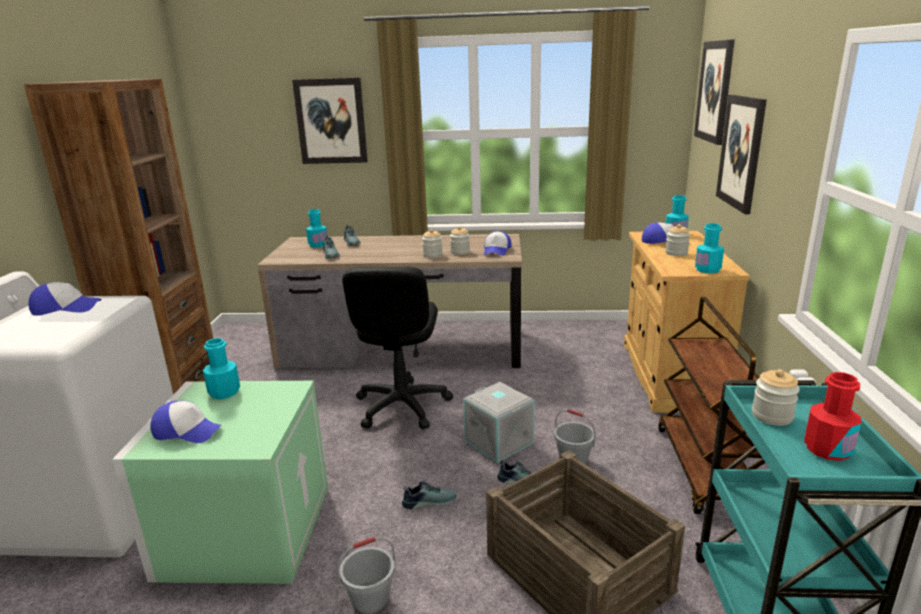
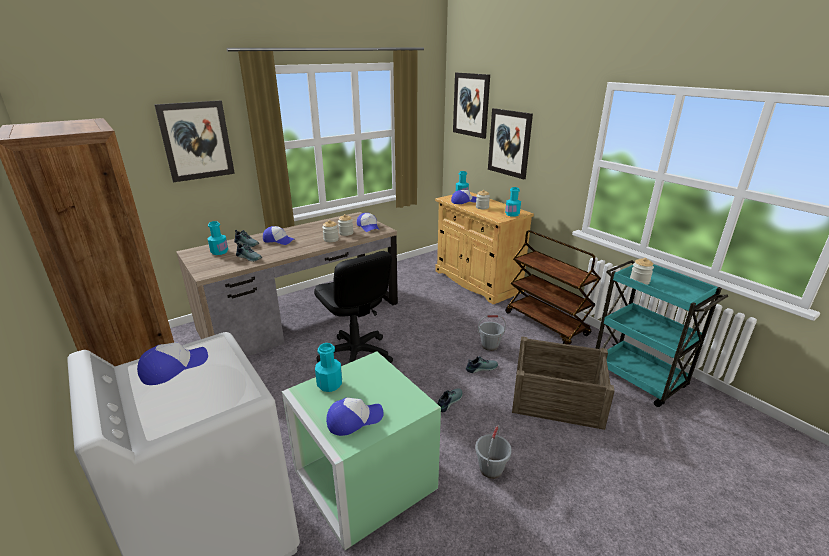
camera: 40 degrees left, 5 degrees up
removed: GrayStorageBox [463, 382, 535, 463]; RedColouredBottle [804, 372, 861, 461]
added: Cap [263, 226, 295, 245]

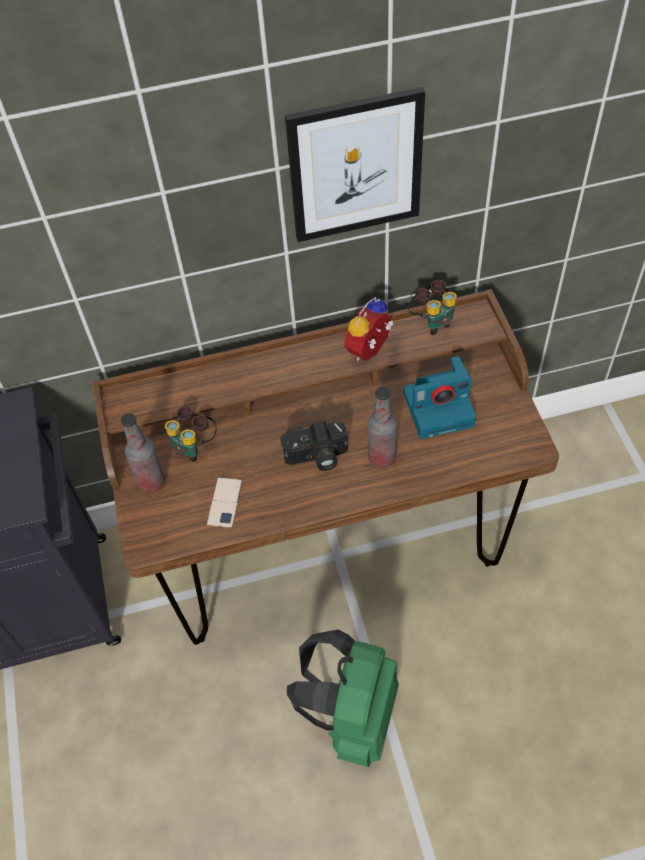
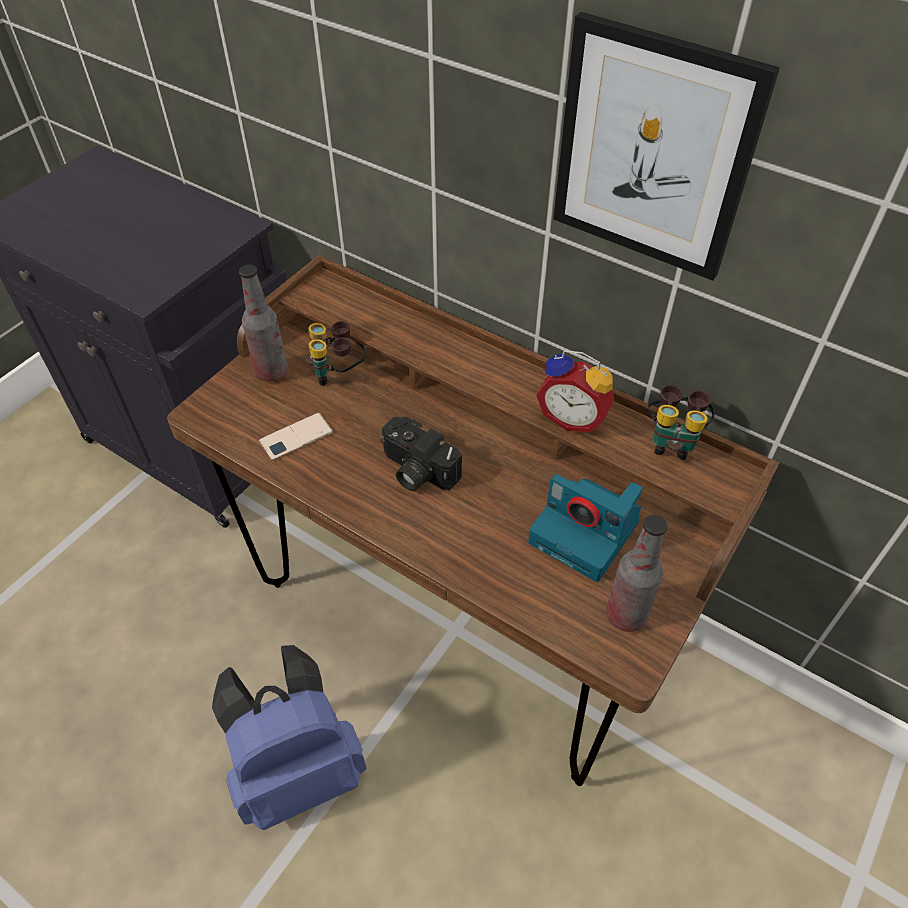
camera: 45 degrees right, 5 degrees down
moved: Bottle [368, 387, 397, 468] to [606, 515, 667, 632]
recoloured: GreenColouredKnapsack [287, 630, 399, 767] to BlueColouredKnapsack [212, 645, 366, 830]
turned: AlarmClock [344, 297, 394, 361] = [536, 350, 615, 432] 150 degrees counterclockwise

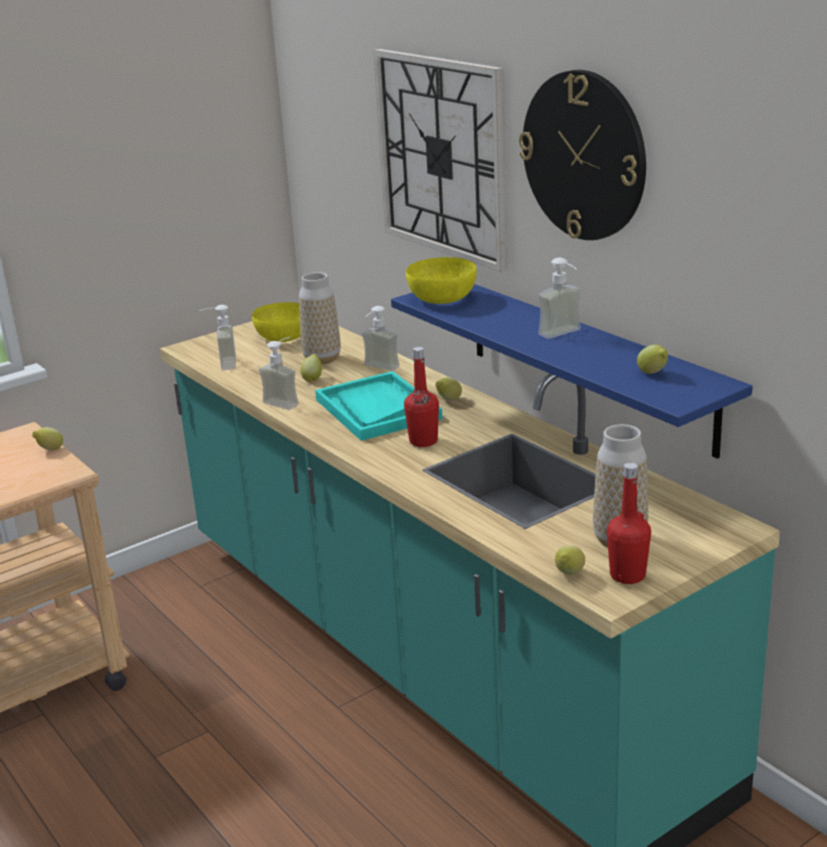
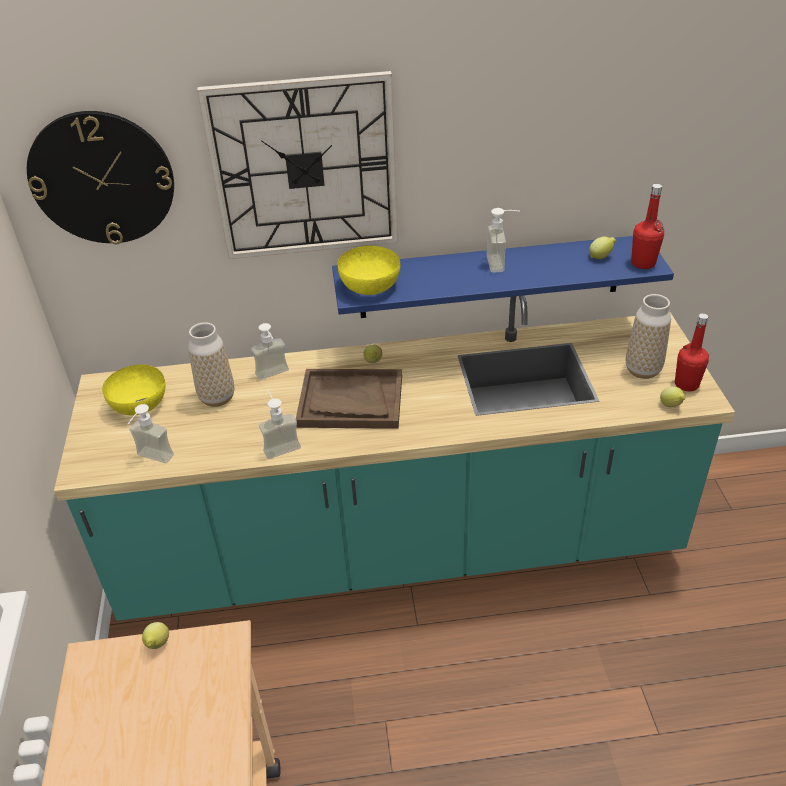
camera: 60 degrees left, 15 degrees up
removed: WholeLemon [300, 354, 322, 382]
moved: HangingClock [519, 70, 646, 240] to [27, 111, 174, 244]; RedColouredBottle [404, 347, 439, 447] to [631, 184, 664, 269]
recoloured: TurquoiseColouredCarryingTray [315, 371, 442, 441] to BrownishCarryingTray [296, 369, 402, 429]

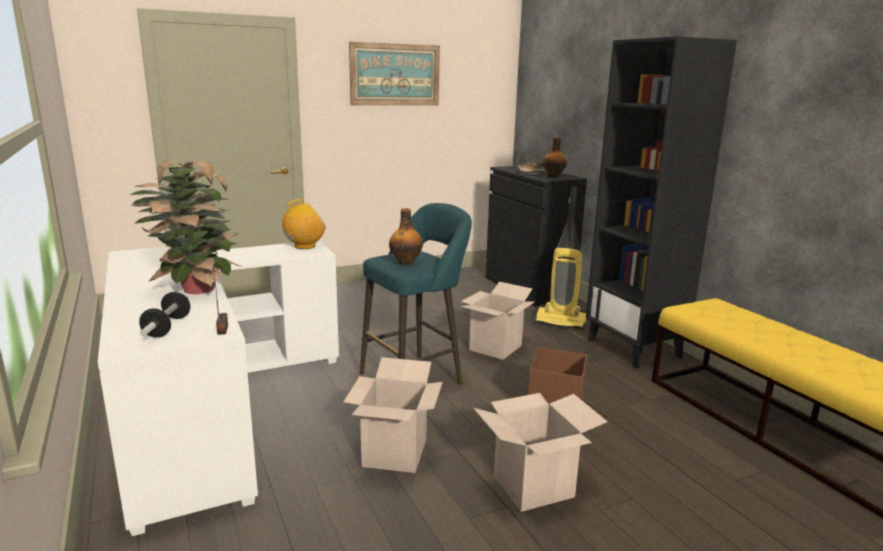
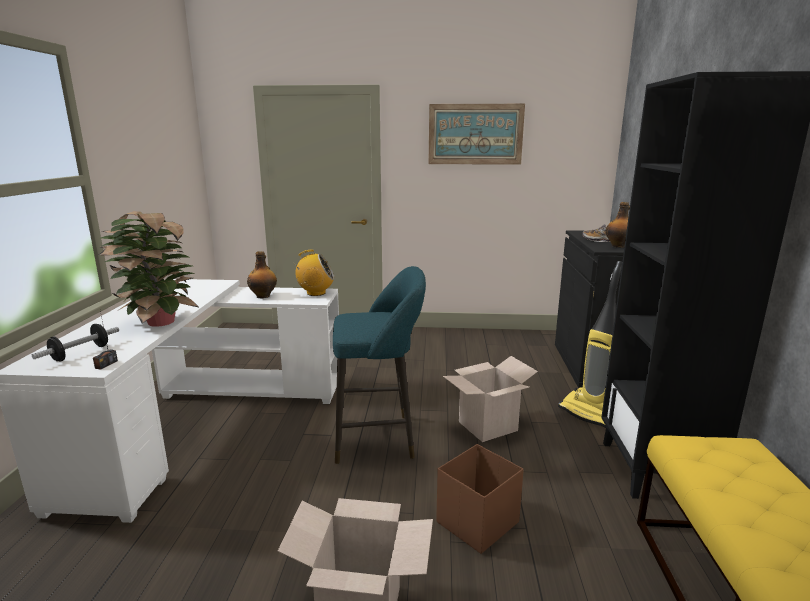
camera: 30 degrees right, 0 degrees up
removed: PackingBox [344, 357, 443, 473]
moved: Bottle [389, 208, 423, 265] to [247, 251, 277, 298]

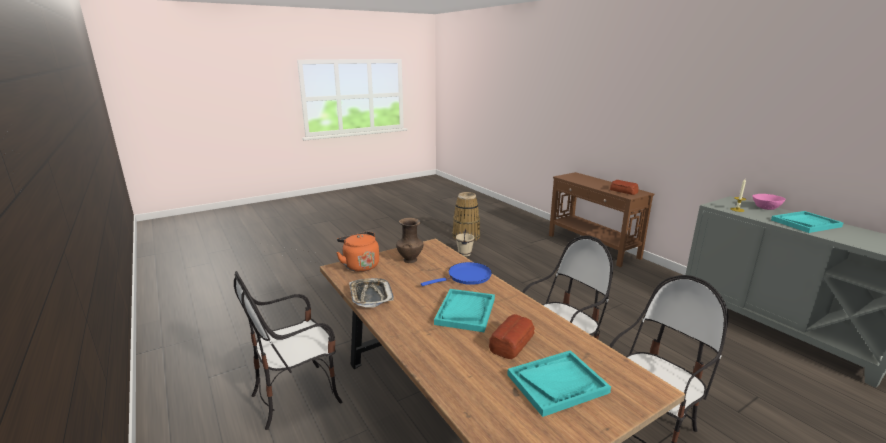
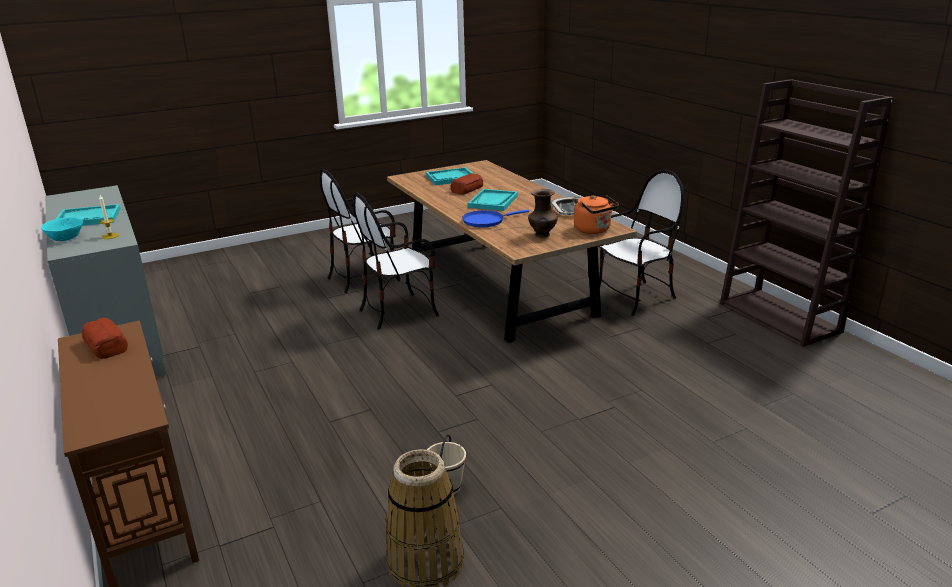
camera: 175 degrees left, 5 degrees up
added: BrownishShelvingUnit [720, 79, 894, 347]
recoloured: PinkColouredBowl [752, 194, 786, 210] to TurquoiseColouredBowl [41, 217, 83, 241]

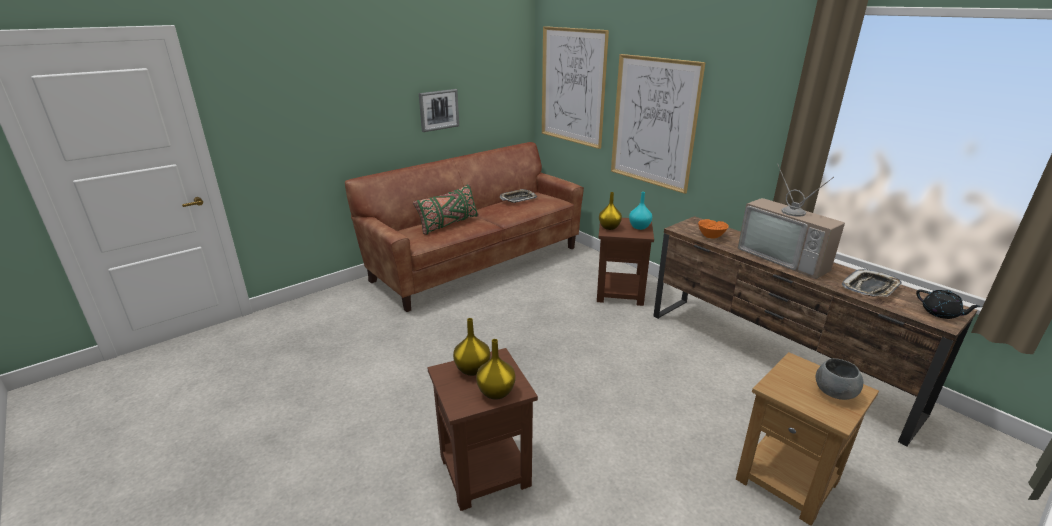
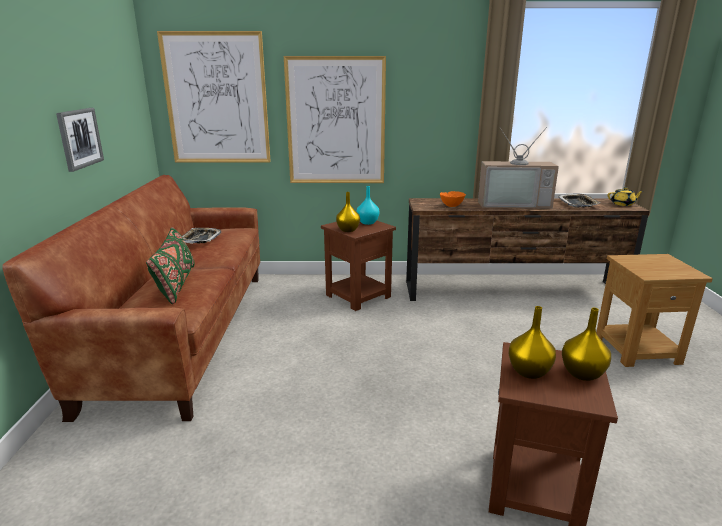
camera: 50 degrees left, 5 degrees down
removed: GrayBowl [816, 358, 863, 400]
recoloured: BlackColouredTeapot [916, 290, 981, 319] to YellowTeapot [608, 187, 643, 206]

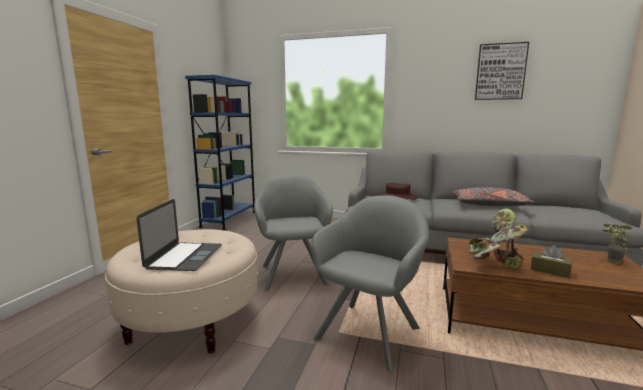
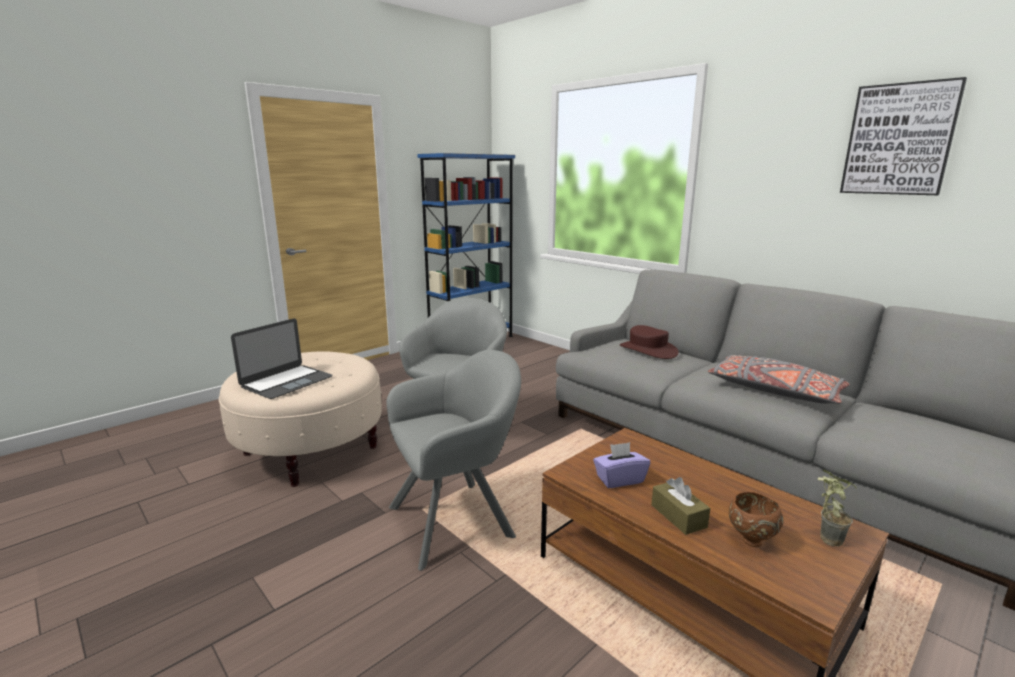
camera: 30 degrees right, 5 degrees up
added: BrownishBowl [729, 492, 783, 547]
replaced: Houseplant [469, 209, 529, 269] to PurpleColouredTissueHolder [593, 442, 650, 488]

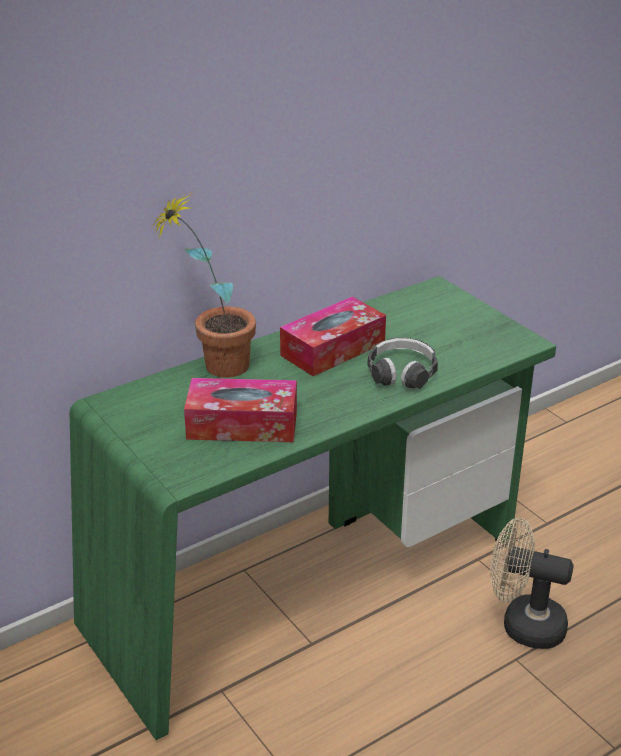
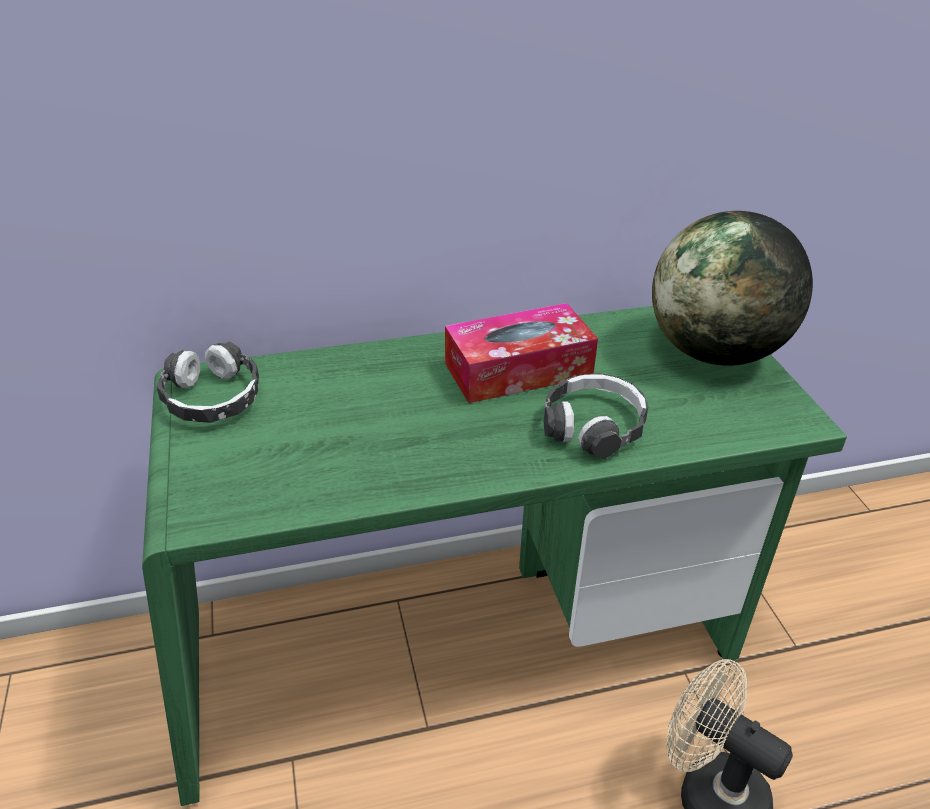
camera: 20 degrees right, 5 degrees up
removed: Houseplant [150, 194, 256, 378]; TissueHolder [184, 378, 297, 442]
added: Headset [156, 342, 259, 423]; WorldGlobe [652, 211, 813, 366]

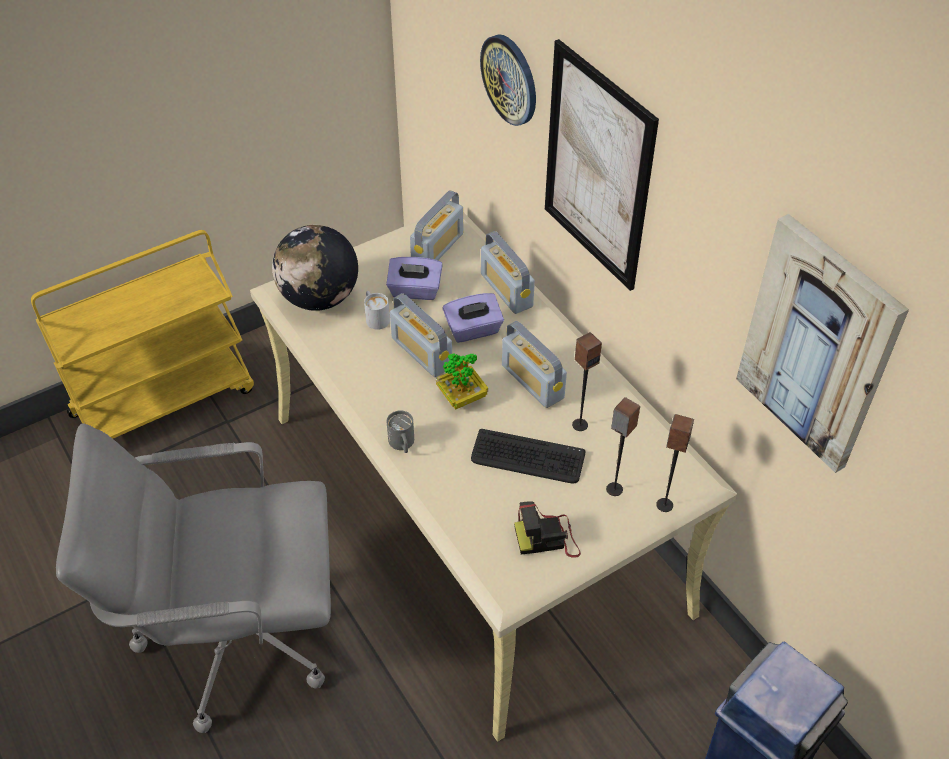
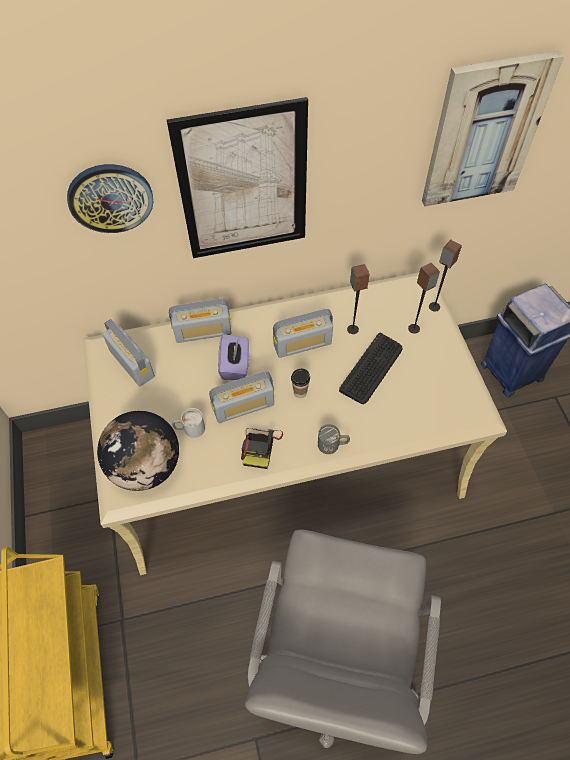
camera: 70 degrees left, 10 degrees up
removed: PurpleColouredTissueHolder [386, 257, 443, 300]
moved: PhotoCamera [514, 501, 581, 558] to [241, 428, 283, 469]
replaced: Houseplant [436, 353, 488, 410] to DrinkingCup [291, 369, 310, 398]

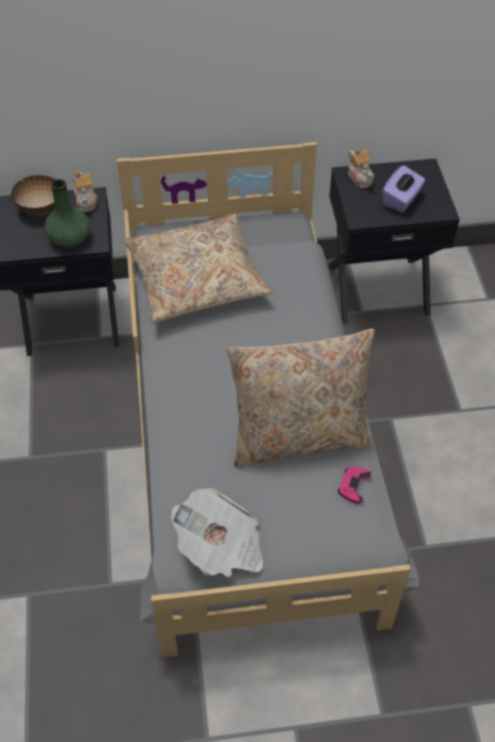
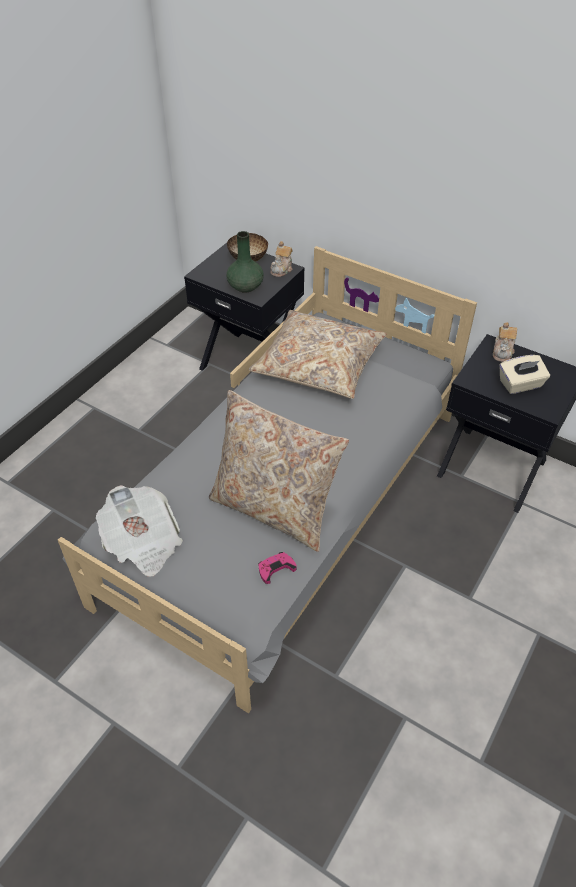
camera: 40 degrees right, 5 degrees down
recoloured: PurpleColouredTissueHolder [382, 165, 425, 213] to BeigeTissueHolder [500, 355, 550, 394]

